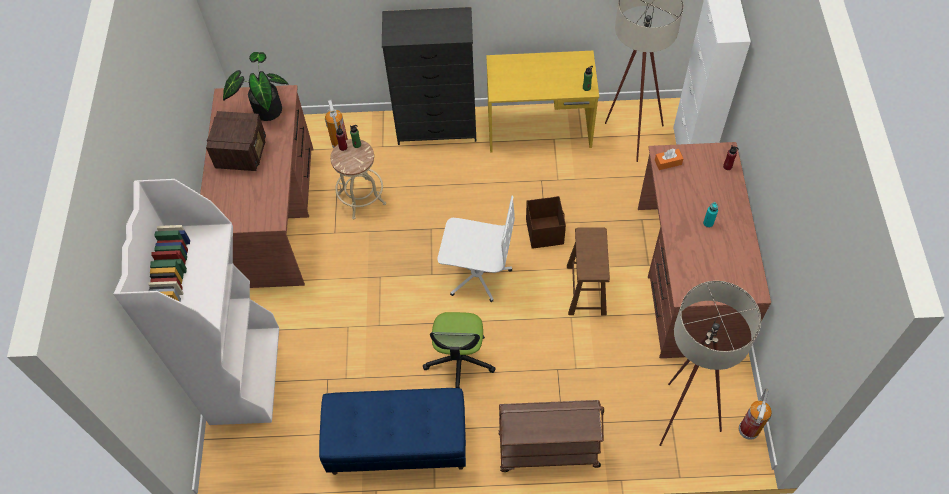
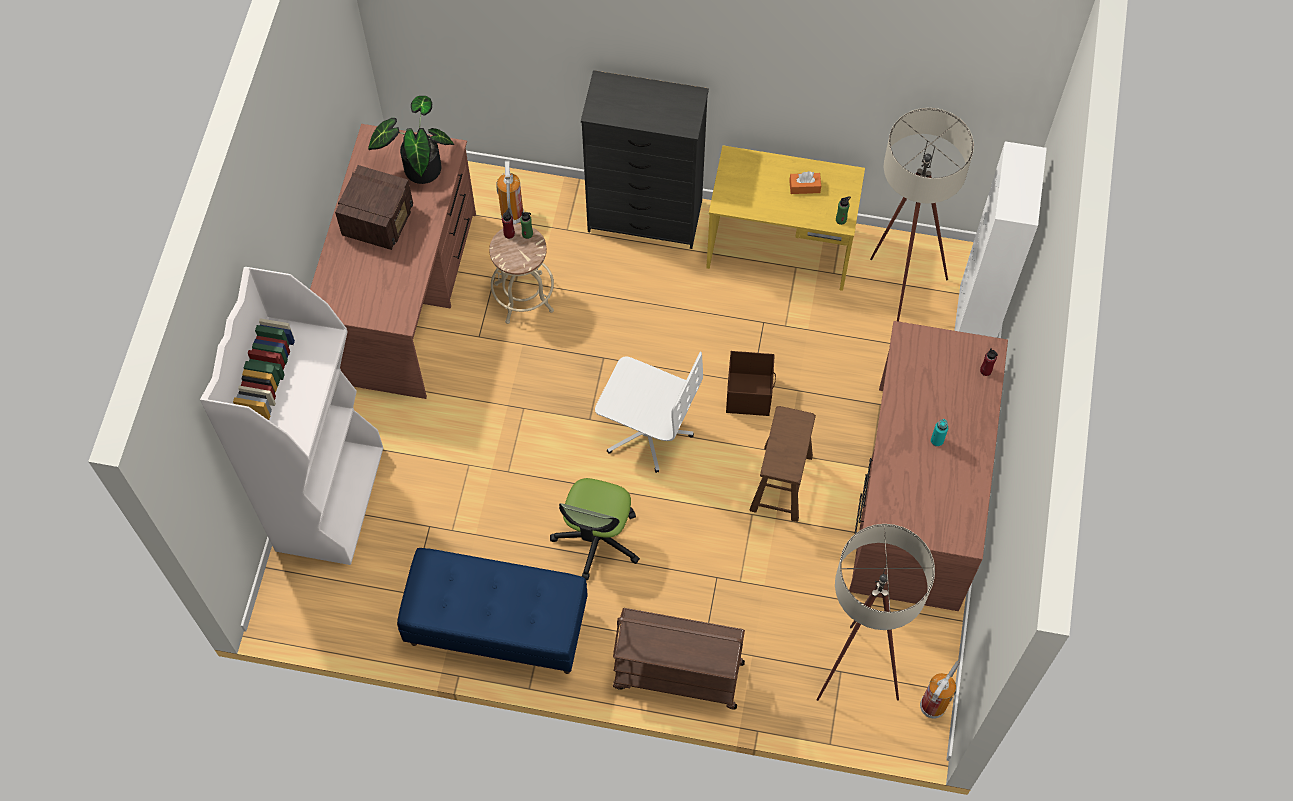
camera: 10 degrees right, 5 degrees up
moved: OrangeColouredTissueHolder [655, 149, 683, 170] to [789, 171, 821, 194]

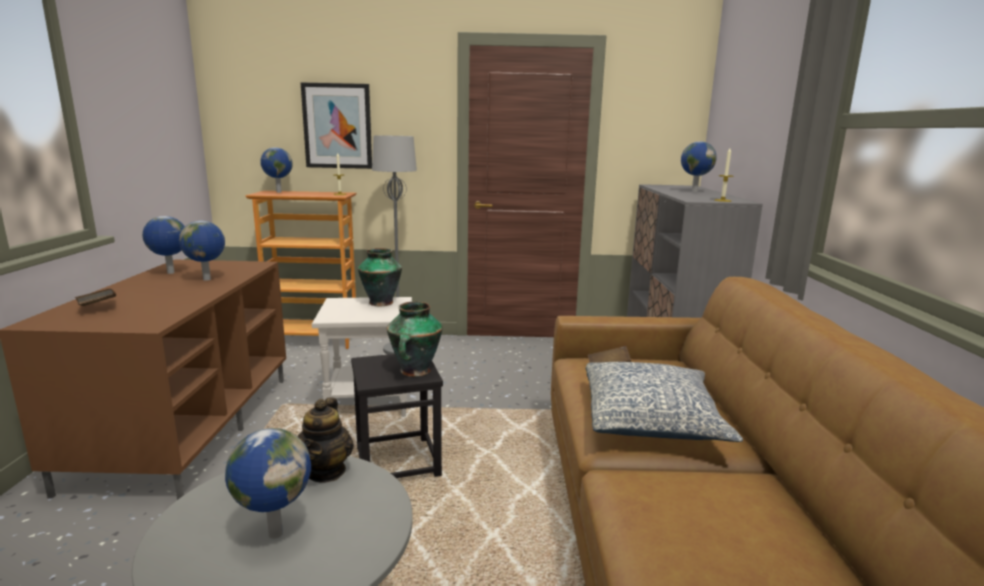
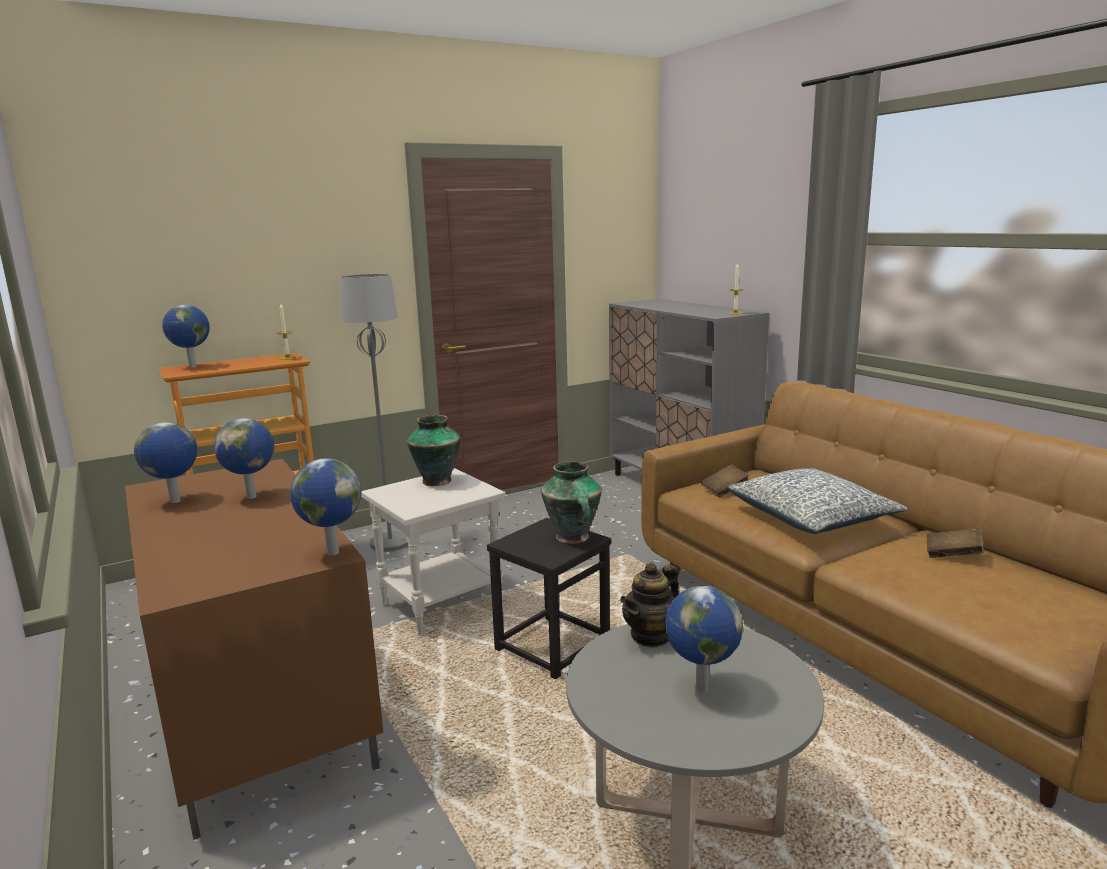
camera: 30 degrees left, 0 degrees up
removed: WallArt [301, 82, 372, 169]
moved: WorldGlobe [681, 141, 717, 192] to [290, 458, 361, 556]; BrownishVolume [75, 289, 116, 306] to [927, 528, 984, 558]
turned: Teapot [298, 397, 354, 482] = [620, 562, 679, 648] 75 degrees clockwise

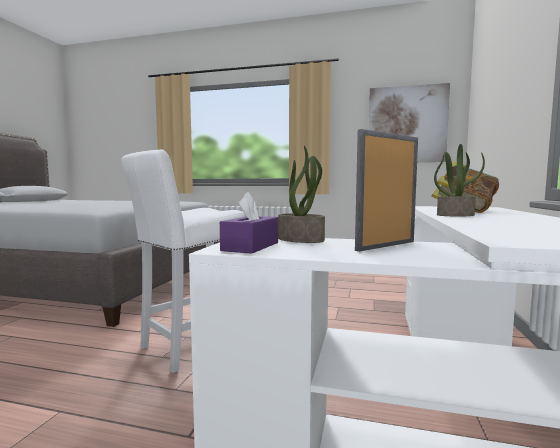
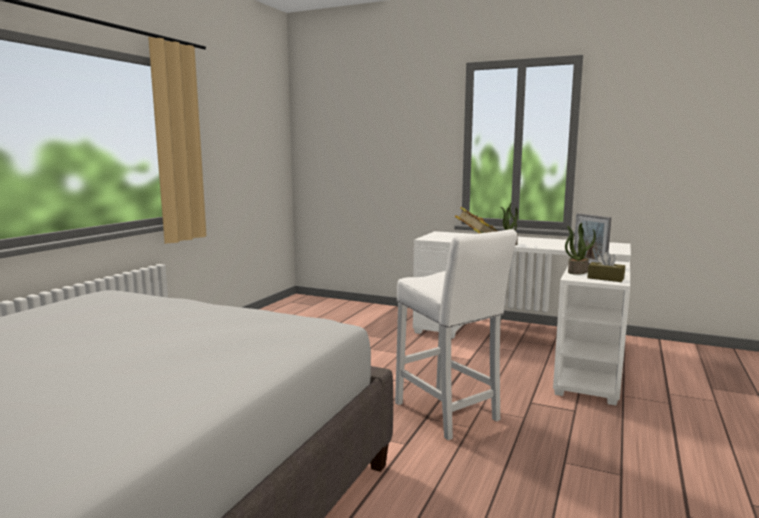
camera: 80 degrees left, 5 degrees up
removed: WallArt [369, 83, 450, 162]
recoloured: PurpleColouredTissueHolder [220, 192, 278, 254] to BrownishTissueHolder [587, 252, 625, 282]

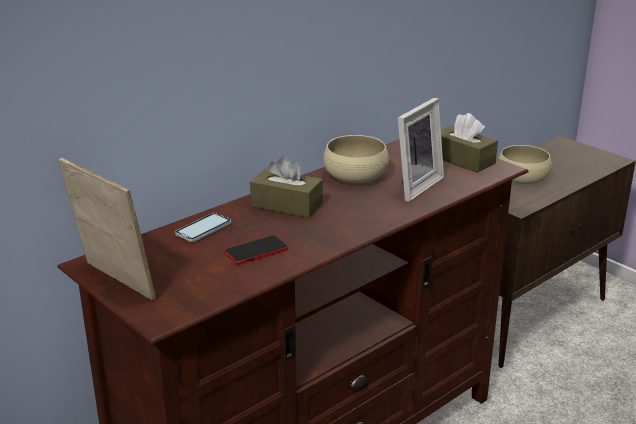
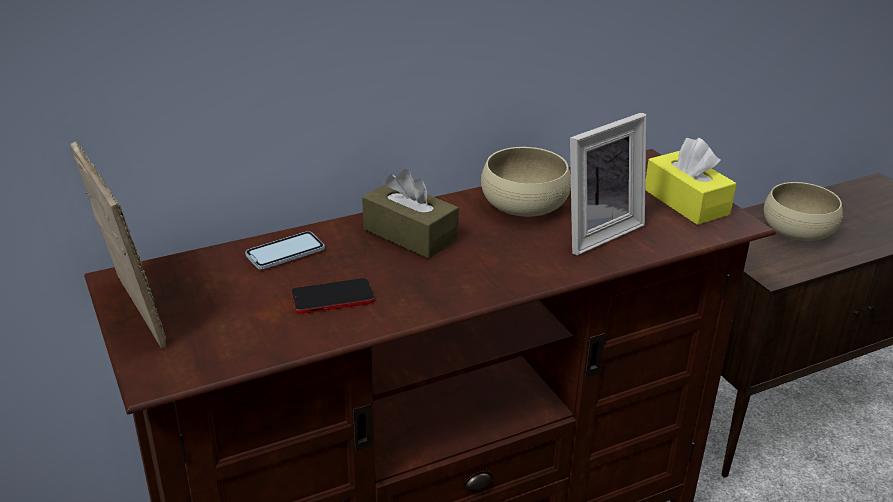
camera: 15 degrees right, 5 degrees up
recoloured: BrownishTissueHolder [441, 113, 498, 173] to YellowTissueHolder [645, 138, 737, 225]

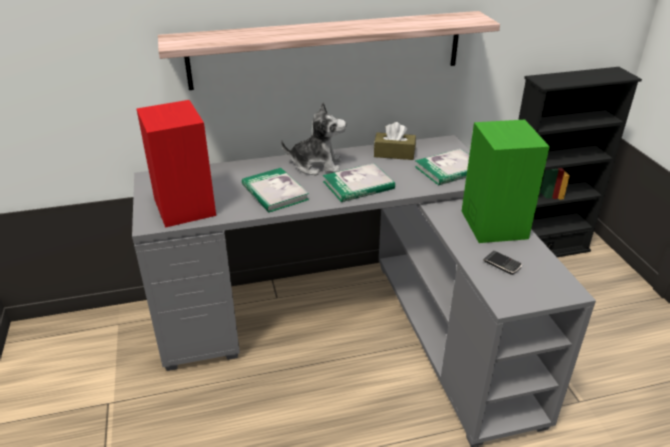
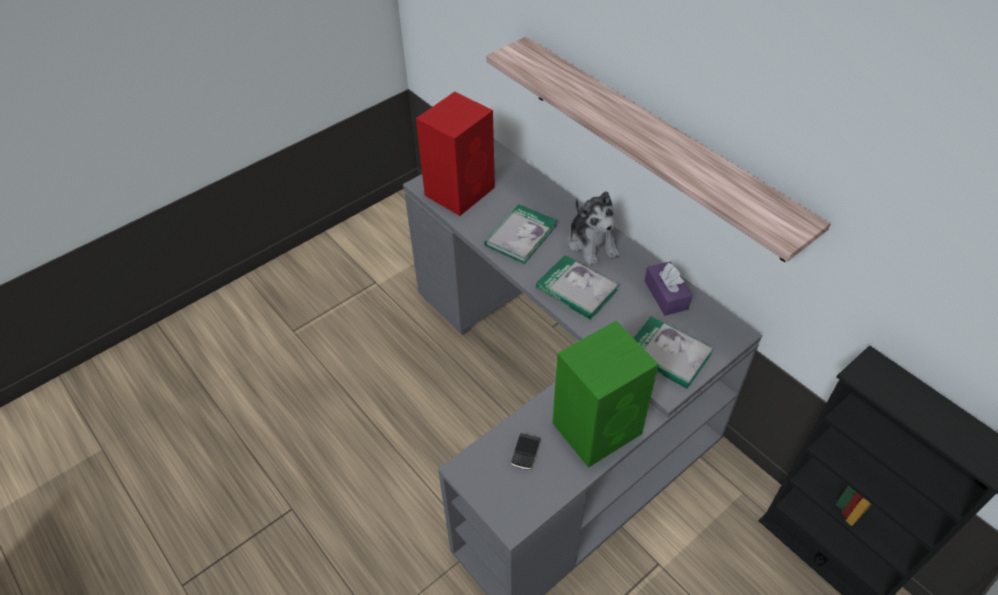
camera: 65 degrees right, 15 degrees up
recoloured: BrownishTissueHolder [374, 122, 416, 160] to PurpleColouredTissueHolder [645, 261, 692, 316]

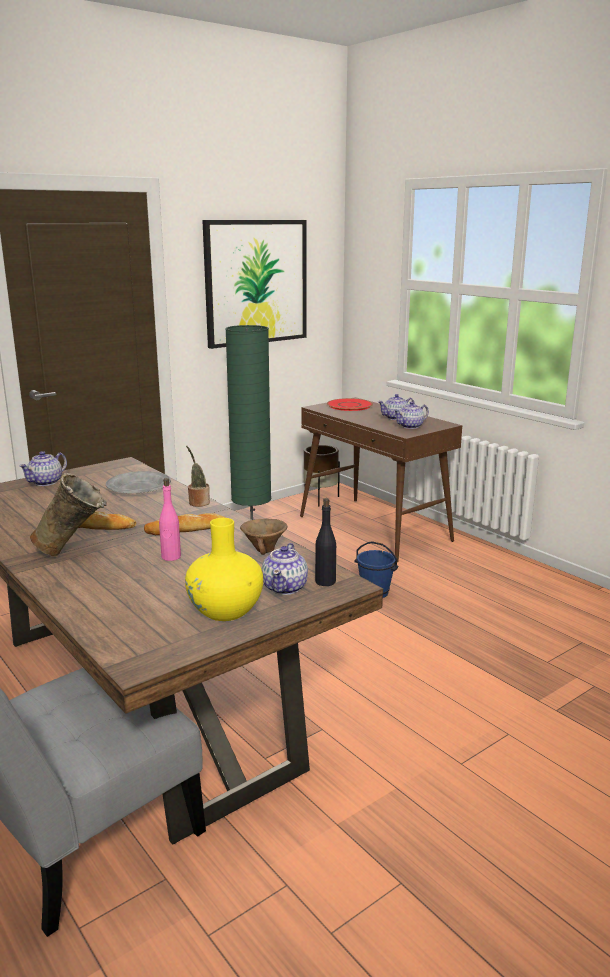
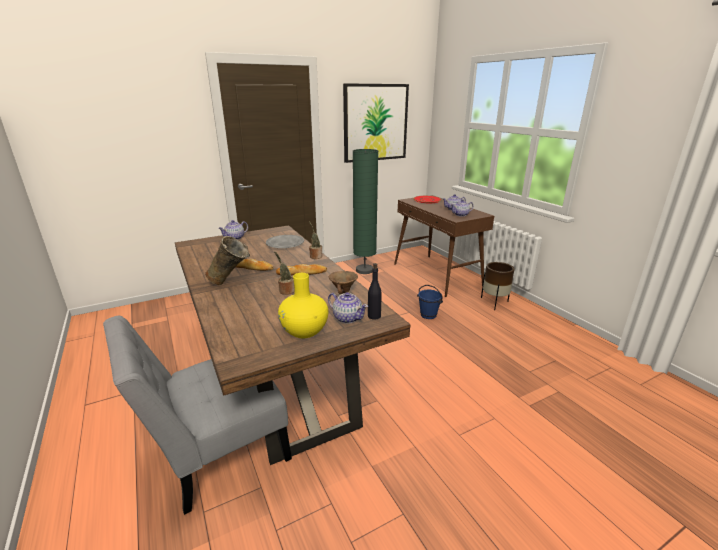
camera: 10 degrees right, 5 degrees up
moved: BrownishPlanter [304, 445, 340, 507] to [481, 262, 515, 310]
replaced: PinkColouredBottle [159, 478, 181, 561] to Houseplant [274, 251, 295, 295]
turned: Teapot [261, 543, 308, 595] = [328, 292, 368, 324] 75 degrees counterclockwise

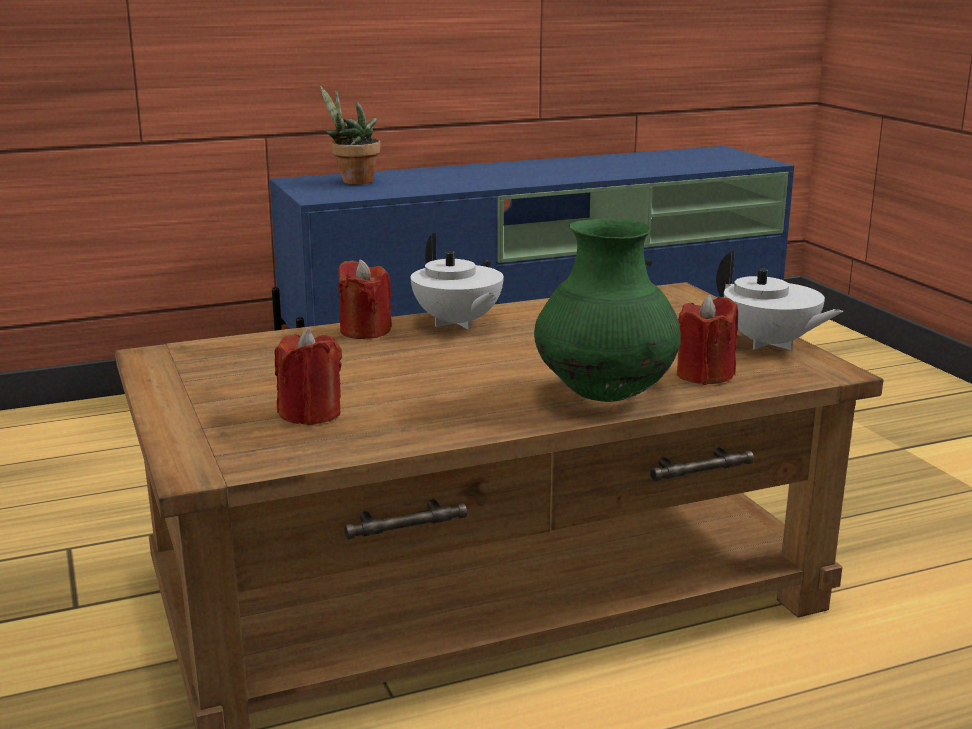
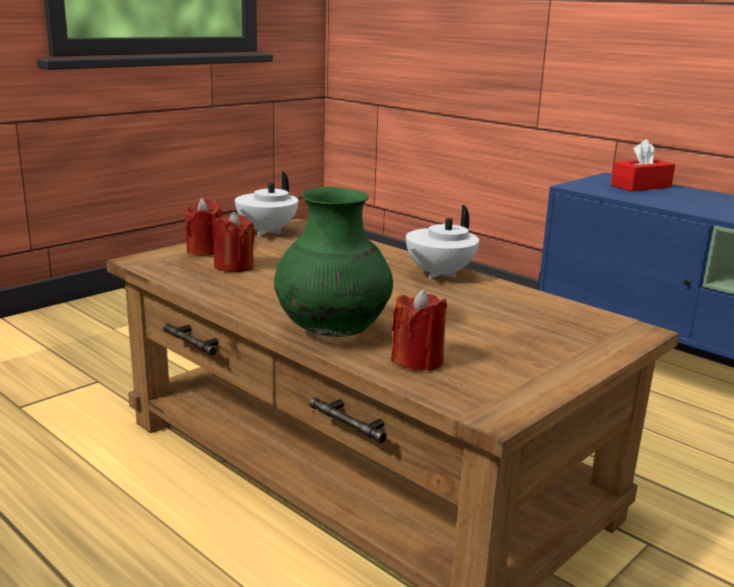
camera: 65 degrees right, 0 degrees up
moved: RedColouredWaxLight [338, 259, 392, 339] to [184, 198, 223, 256]; WhiteTeapot [716, 250, 843, 350] to [235, 171, 298, 236]
replaced: Houseplant [320, 86, 380, 185] to RedColouredTissueHolder [611, 139, 675, 191]

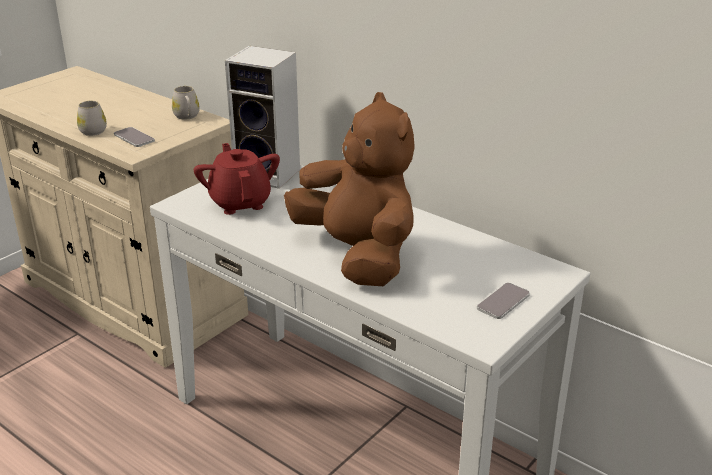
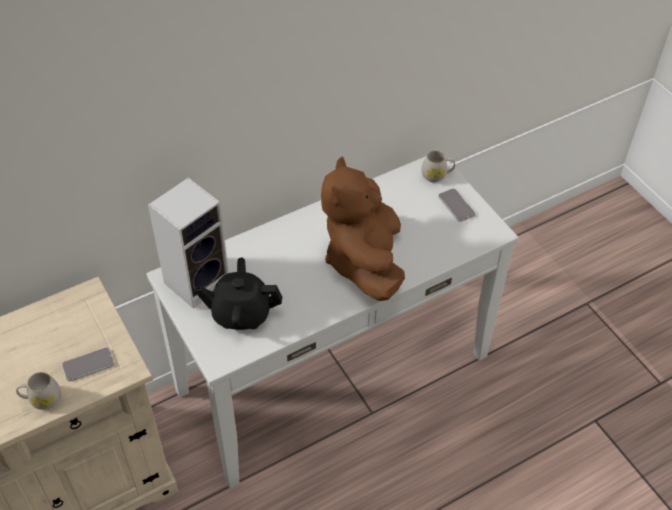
camera: 70 degrees left, 20 degrees up
moved: WhiteTeaMug [172, 86, 200, 120] to [421, 150, 455, 182]
recoloured: RedColouredTeapot [194, 143, 280, 215] to BlackColouredTeapot [195, 258, 282, 330]
turned: BrownishPlushToy [284, 92, 415, 286] = [321, 157, 405, 301] 75 degrees counterclockwise

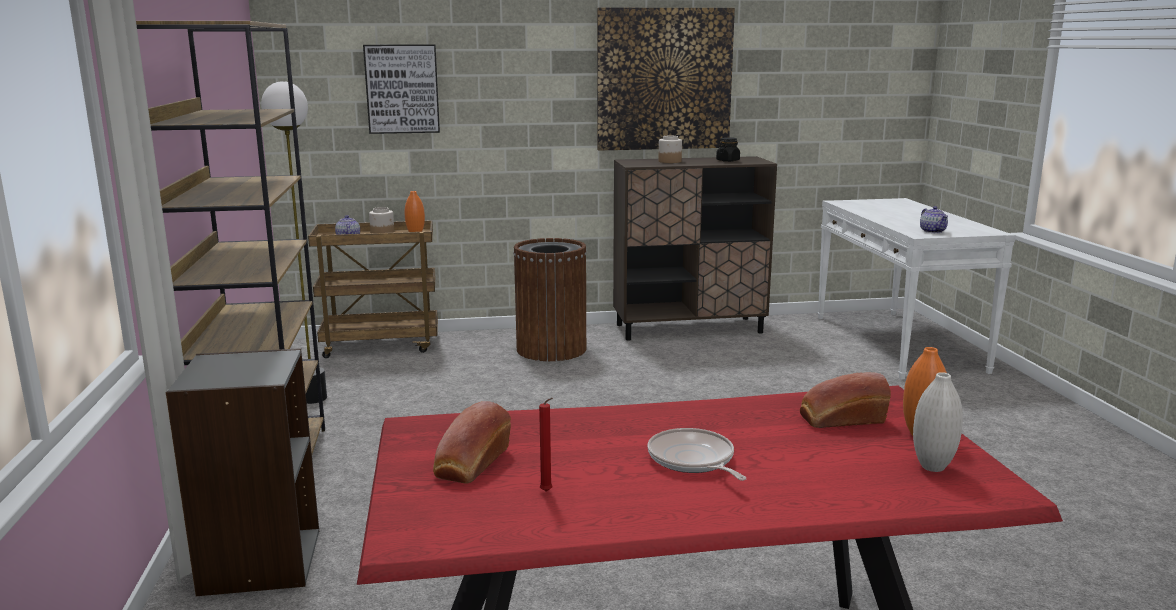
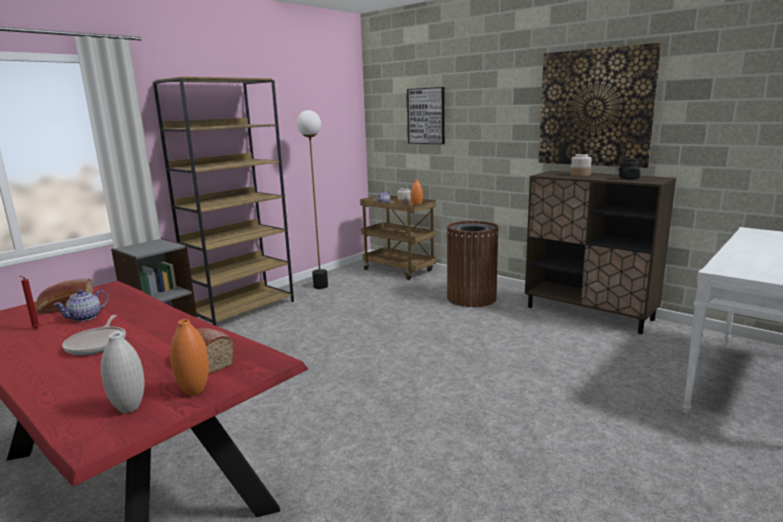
camera: 50 degrees right, 0 degrees up
moved: Teapot [920, 206, 948, 233] to [53, 290, 109, 322]
turned: Pan [647, 428, 746, 481] = [62, 315, 126, 355] 150 degrees clockwise

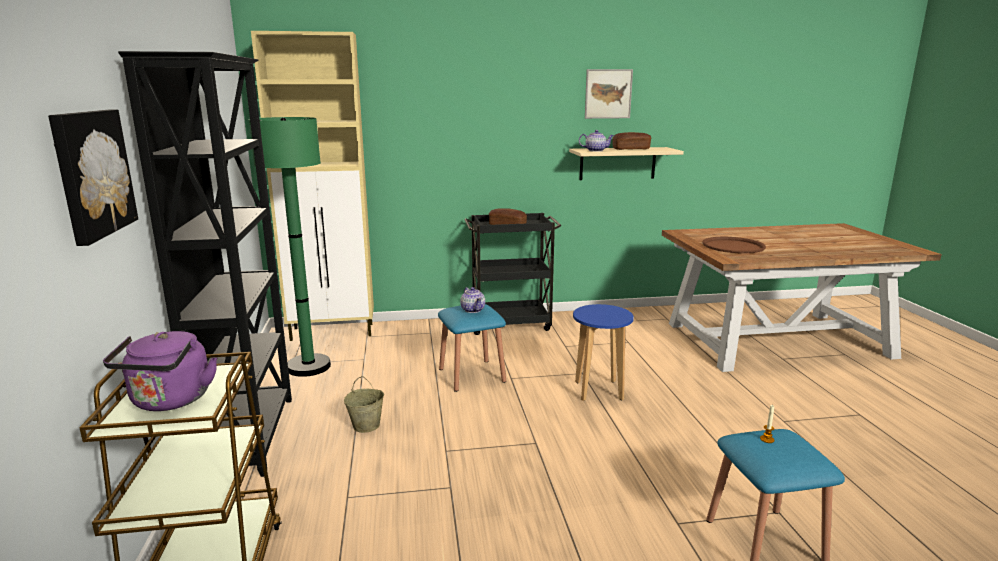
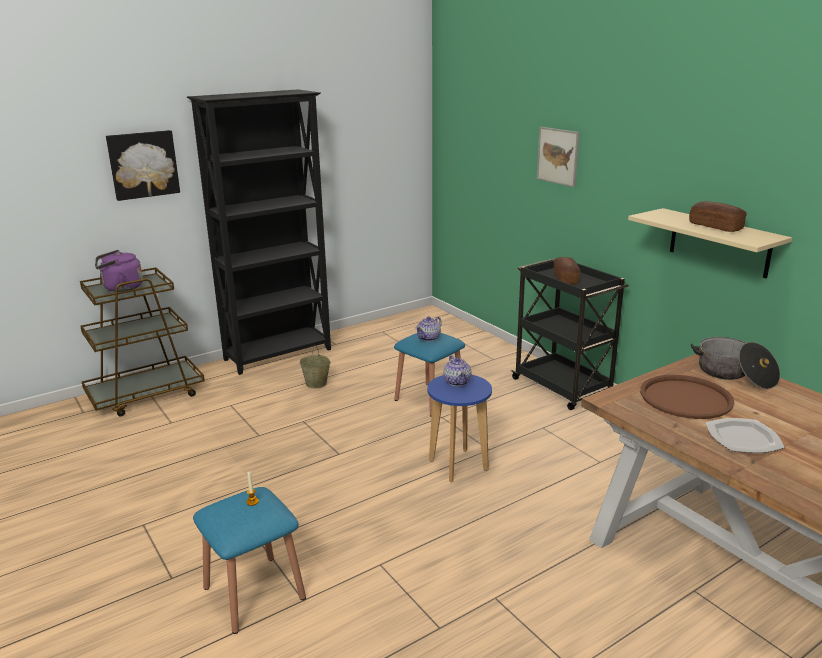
camera: 65 degrees right, 5 degrees up
removed: GreenColouredStandardLamp [249, 117, 331, 377]; BeigeStorageCabinet [251, 31, 374, 341]
added: Stockpot [690, 337, 780, 389]; DinnerPlate [706, 418, 785, 453]
moved: Teapot [579, 130, 614, 152] to [443, 355, 472, 386]; WallArt [585, 69, 633, 119] to [537, 127, 580, 187]

